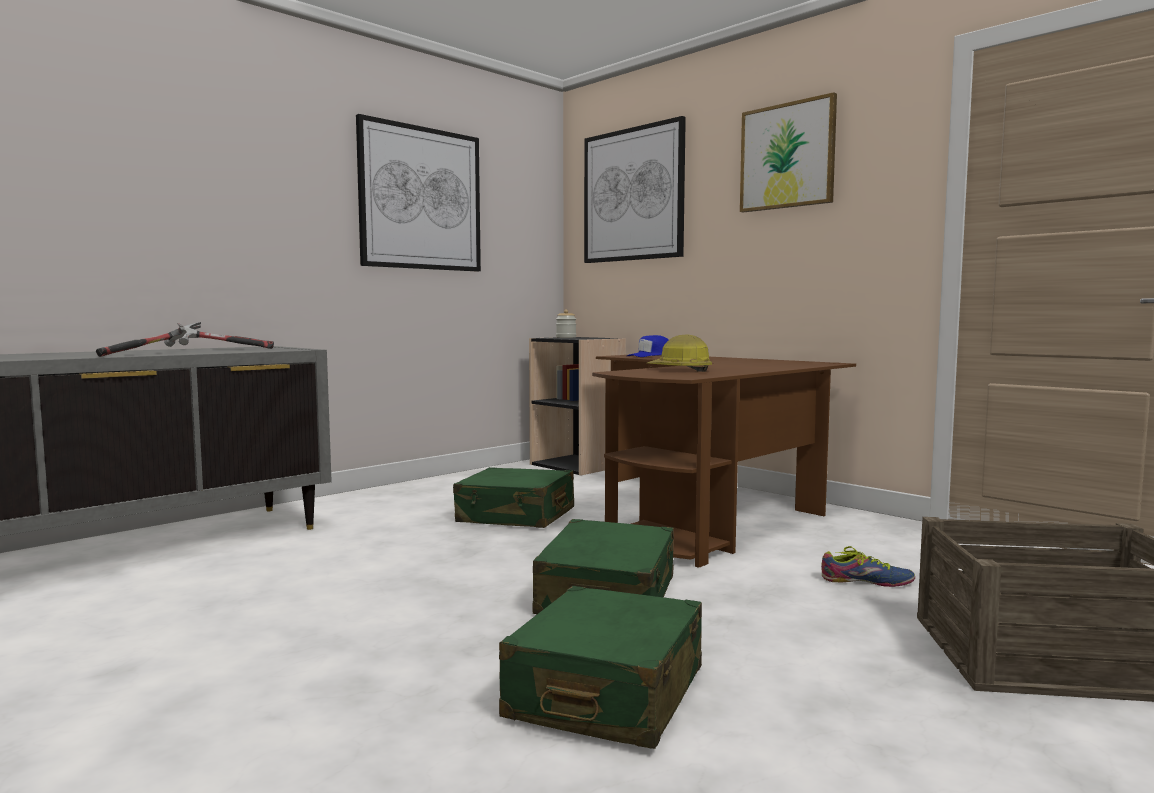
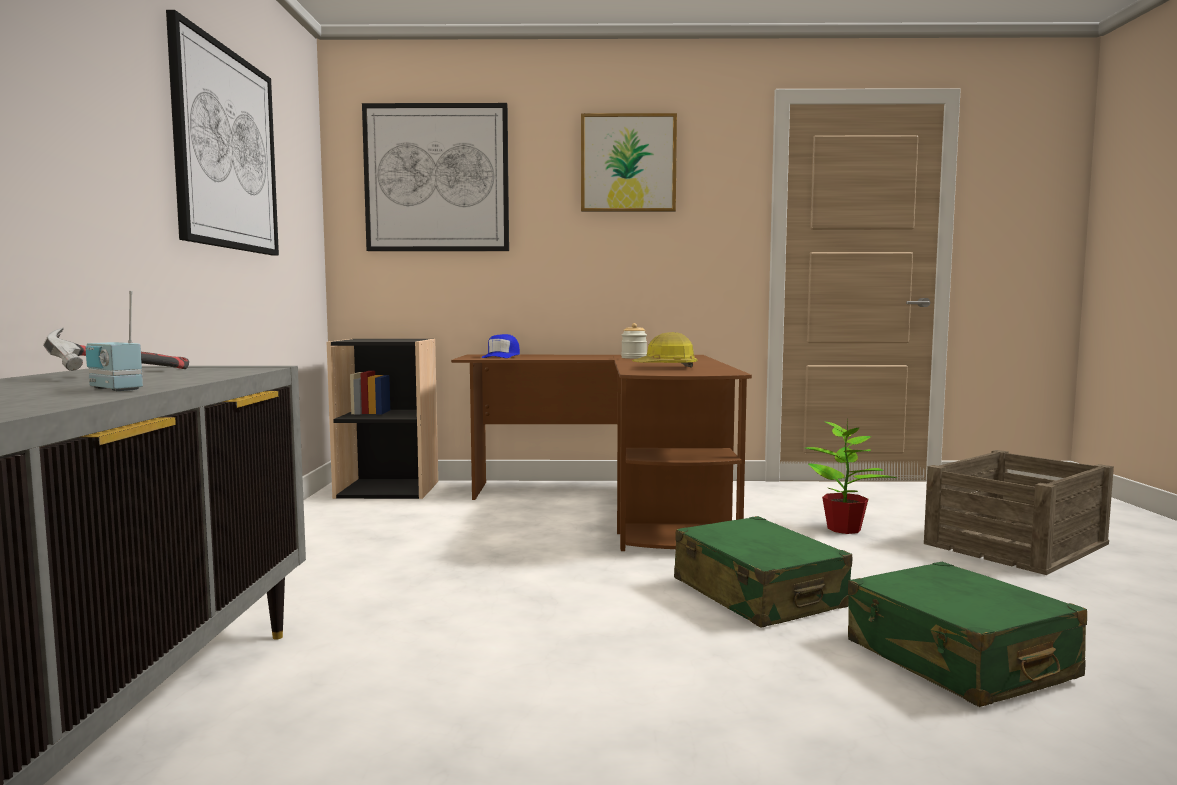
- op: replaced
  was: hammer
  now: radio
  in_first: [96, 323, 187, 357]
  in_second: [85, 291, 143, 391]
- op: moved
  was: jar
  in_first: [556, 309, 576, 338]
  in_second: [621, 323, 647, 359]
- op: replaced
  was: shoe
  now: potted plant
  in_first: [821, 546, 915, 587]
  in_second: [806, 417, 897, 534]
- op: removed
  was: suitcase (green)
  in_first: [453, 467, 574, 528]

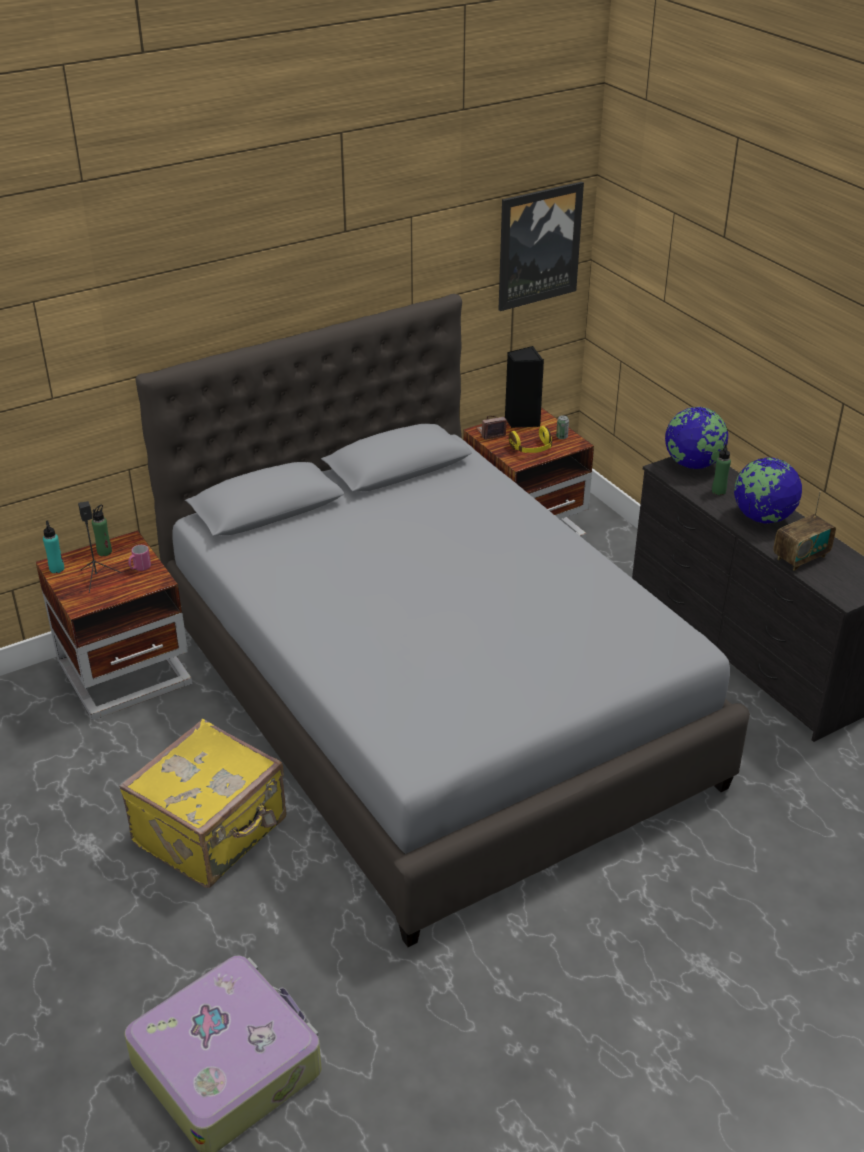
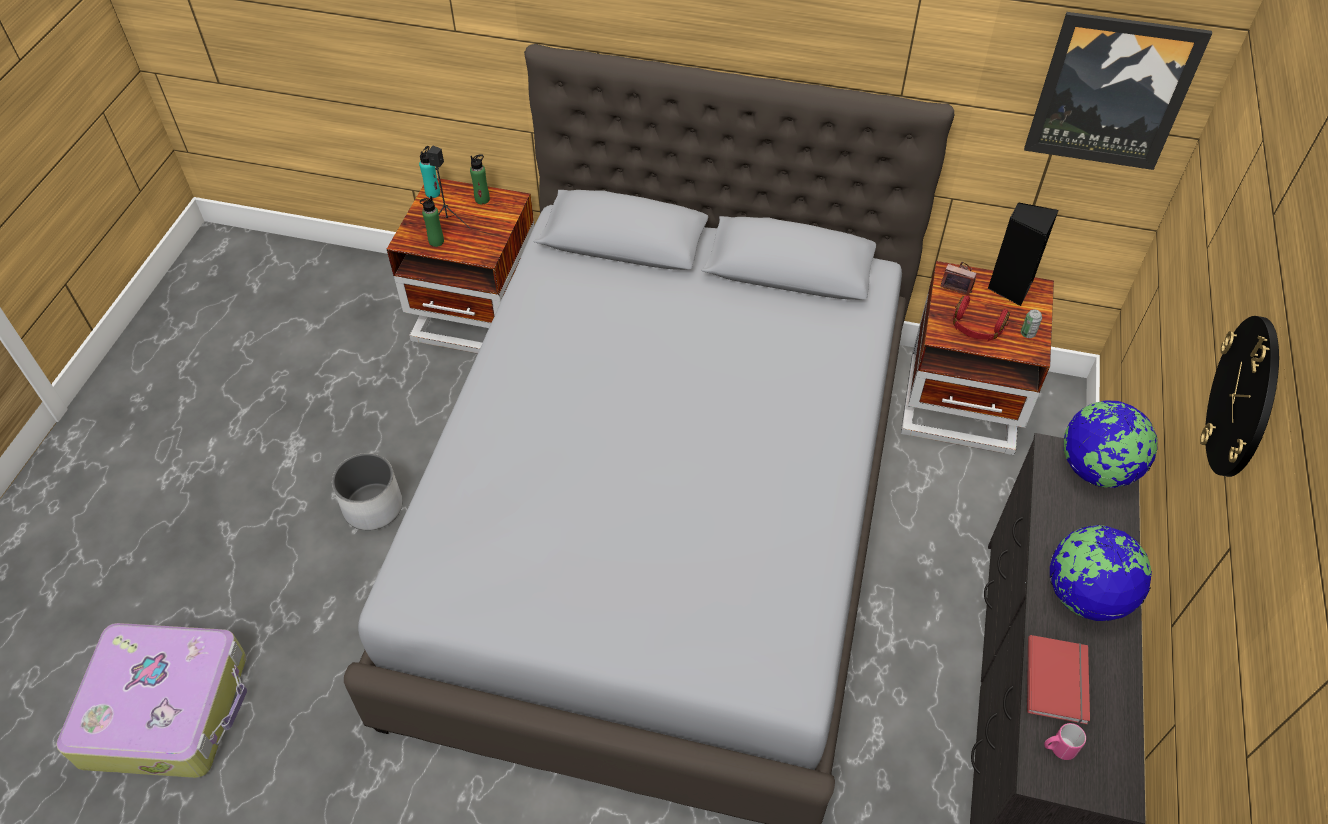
- op: replaced
  was: suitcase (yellow)
  now: planter (white)
  in_first: [119, 719, 287, 888]
  in_second: [332, 453, 402, 530]
- op: moved
  was: bottle (green)
  in_first: [712, 444, 731, 495]
  in_second: [420, 196, 444, 247]
- op: recoloured
  was: headphones (yellow)
  now: headphones (red)
  in_first: [509, 426, 552, 453]
  in_second: [953, 295, 1010, 341]
- op: replaced
  was: radio
  now: book (red)
  in_first: [773, 492, 836, 571]
  in_second: [1027, 635, 1090, 725]
- op: moved
  was: mug (pink)
  in_first: [128, 545, 151, 571]
  in_second: [1044, 723, 1086, 760]
- op: added
  now: wall clock
  in_second: [1200, 316, 1279, 477]

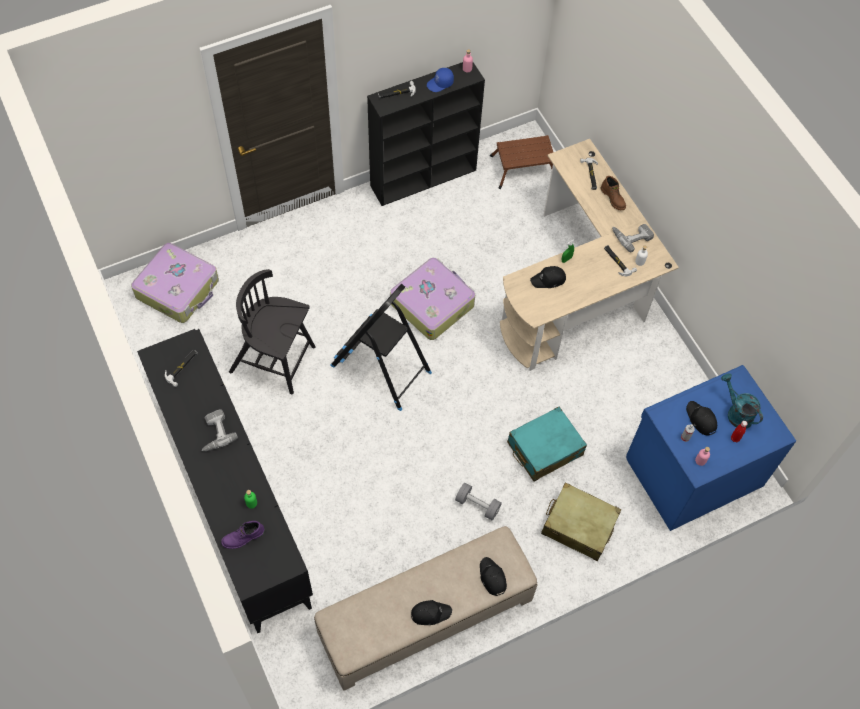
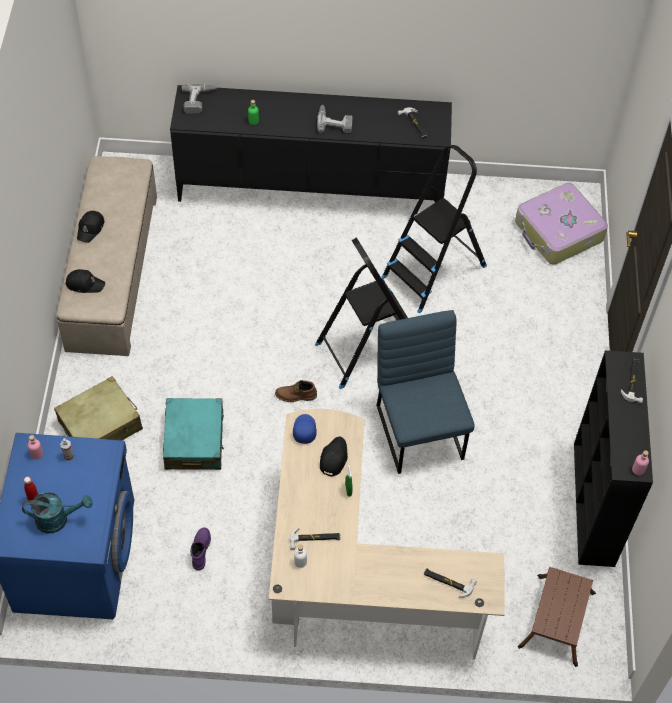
- op: moved
  was: power drill
  in_first: [612, 224, 654, 253]
  in_second: [182, 84, 217, 113]
- op: moved
  was: boot (purple)
  in_first: [221, 521, 265, 549]
  in_second: [190, 528, 211, 571]
- op: moved
  was: boot (brown)
  in_first: [600, 176, 626, 211]
  in_second: [275, 380, 317, 402]
- op: moved
  was: cap (blue)
  in_first: [427, 68, 454, 92]
  in_second: [293, 414, 317, 444]
- op: replaced
  was: suitcase
  now: chair (blue)
  in_first: [390, 258, 475, 340]
  in_second: [376, 310, 475, 474]
- op: replaced
  was: chair (black)
  now: step ladder (black)
  in_first: [229, 269, 316, 394]
  in_second: [381, 145, 487, 313]
- op: removed
  was: dumbbell (grey)
  in_first: [455, 483, 502, 520]
- op: removed
  was: cap (black)
  in_first: [686, 401, 717, 436]

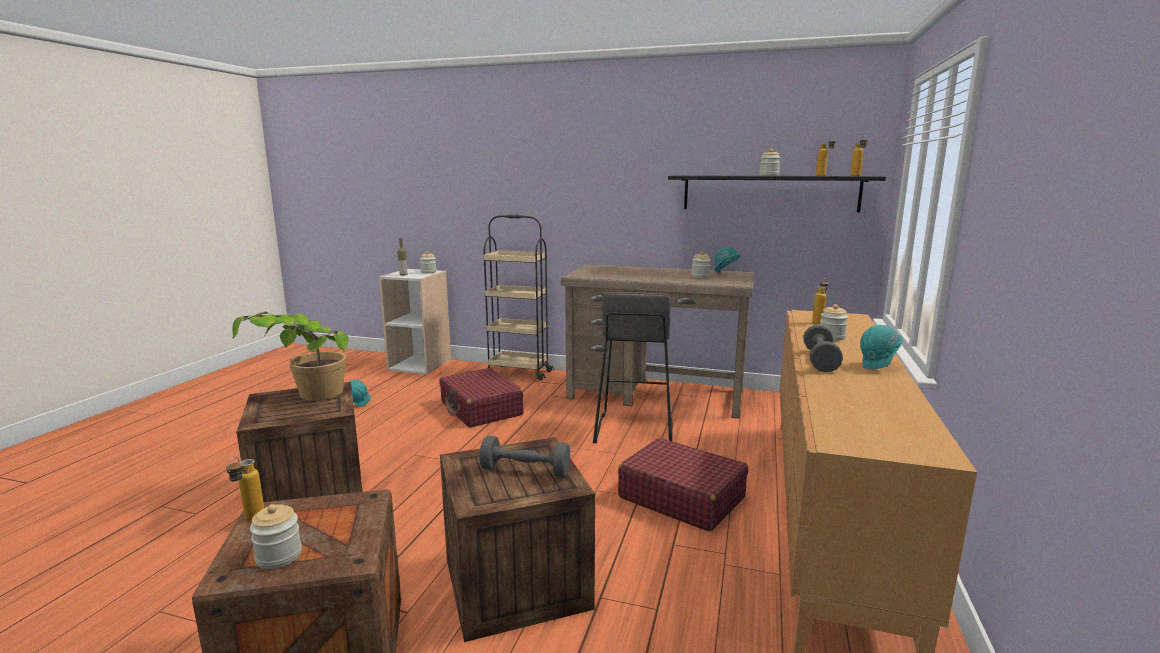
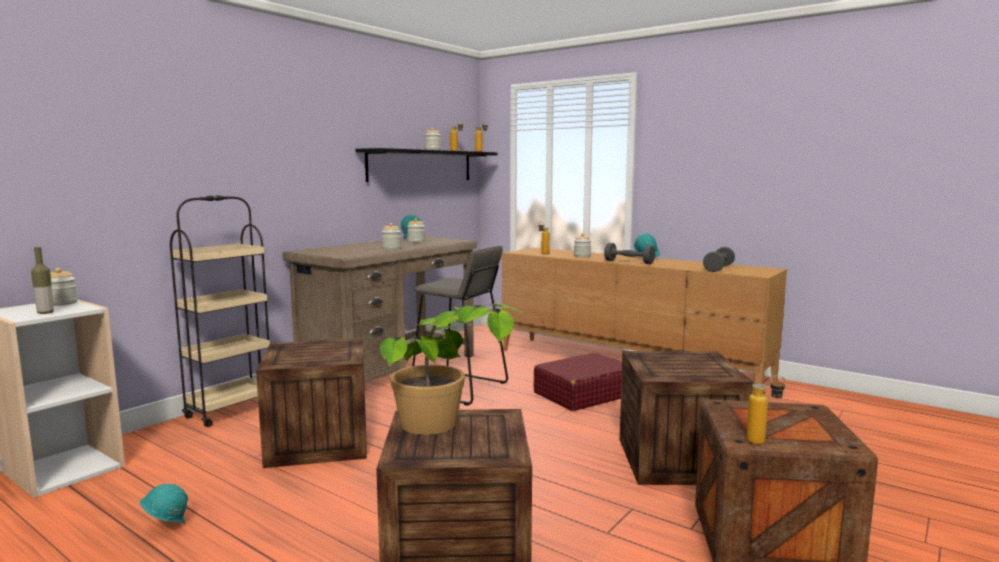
- op: replaced
  was: suitcase (red)
  now: crate
  in_first: [439, 368, 524, 428]
  in_second: [256, 338, 367, 468]
- op: moved
  was: jar
  in_first: [250, 504, 302, 569]
  in_second: [381, 223, 401, 250]
- op: moved
  was: dumbbell (grey)
  in_first: [479, 436, 570, 477]
  in_second: [703, 247, 735, 272]

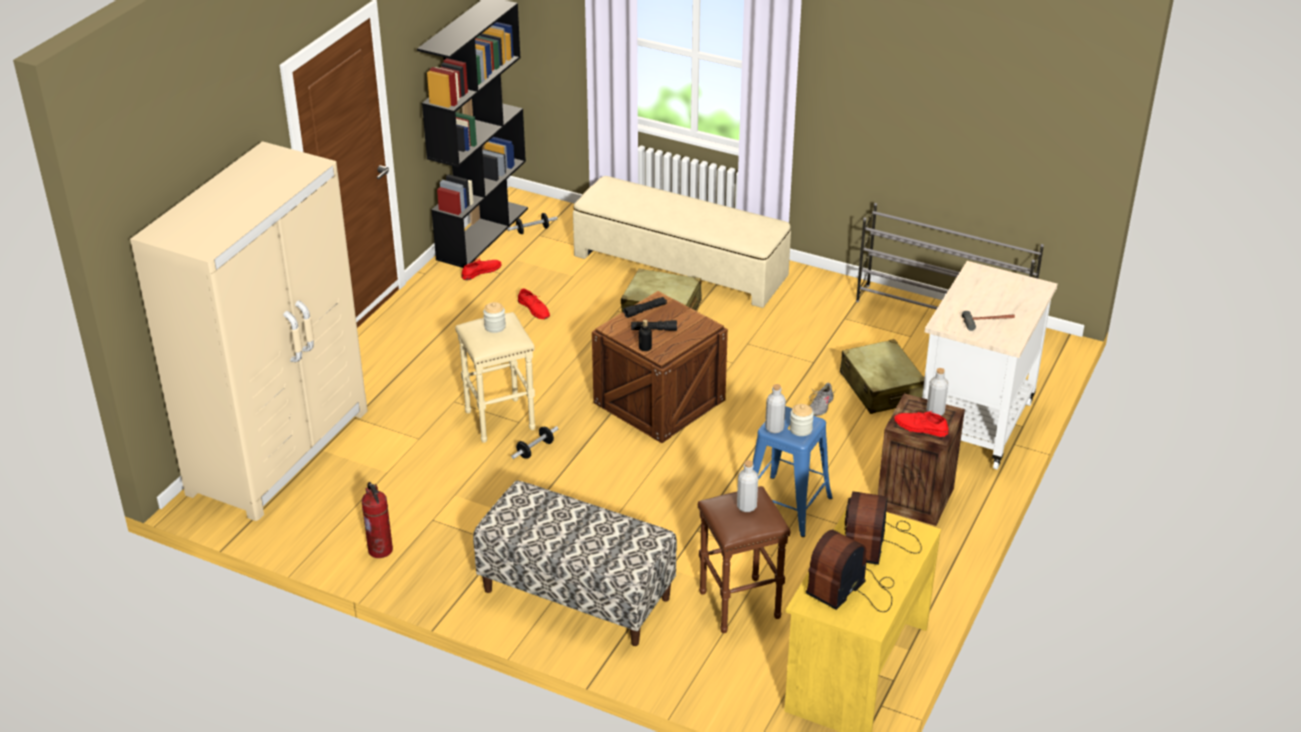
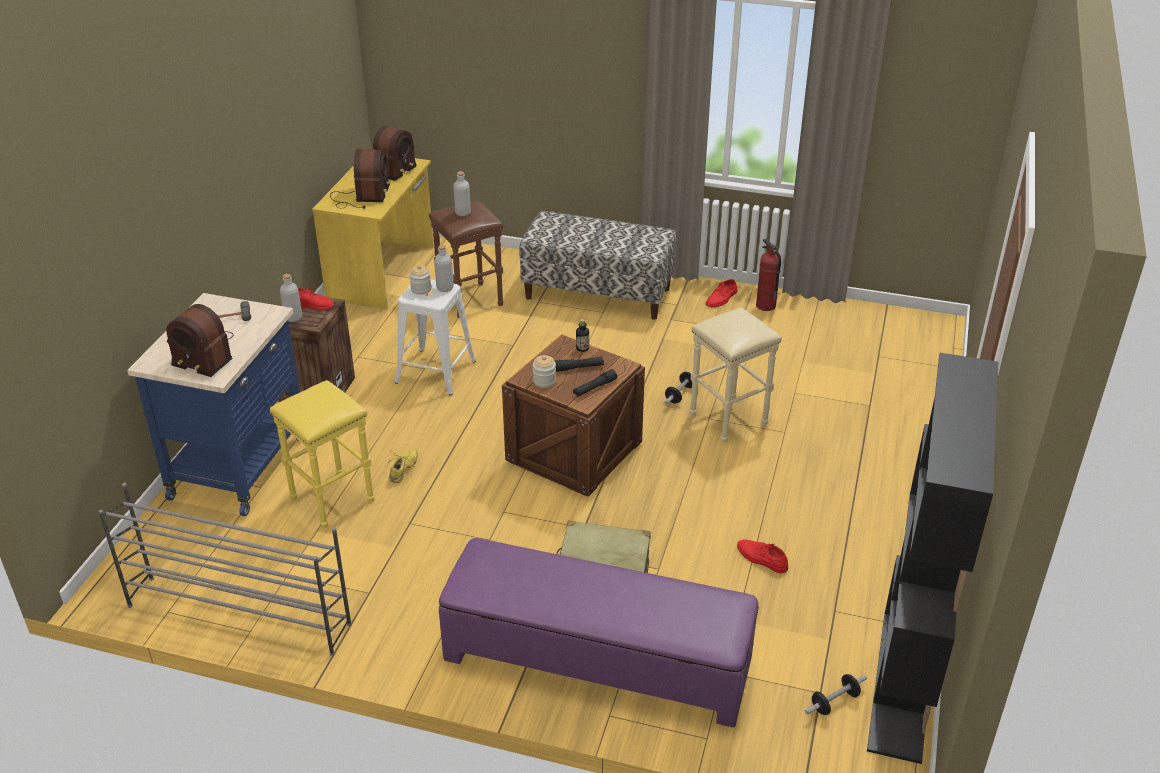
- op: recoloured
  was: cart (white)
  now: cart (blue)
  in_first: [922, 261, 1058, 470]
  in_second: [127, 293, 300, 516]
- op: added
  now: radio
  in_second: [166, 304, 234, 377]
- op: replaced
  was: suitcase (beige)
  now: stool (yellow)
  in_first: [840, 339, 925, 414]
  in_second: [270, 380, 374, 528]
- op: recoloured
  was: shoe (grey)
  now: shoe (yellow)
  in_first: [809, 383, 835, 416]
  in_second: [385, 449, 418, 483]
- op: recoloured
  was: stool (blue)
  now: stool (white)
  in_first: [753, 406, 832, 537]
  in_second: [395, 279, 476, 396]
- op: recoloured
  was: bench (beige)
  now: bench (purple)
  in_first: [573, 176, 791, 308]
  in_second: [439, 538, 759, 727]
- op: moved
  was: jar
  in_first: [483, 302, 506, 333]
  in_second: [533, 355, 556, 388]
- op: moved
  was: shoe (red)
  in_first: [461, 258, 502, 280]
  in_second: [705, 279, 737, 307]
- op: removed
  was: cabinet (beige)
  in_first: [130, 141, 368, 521]

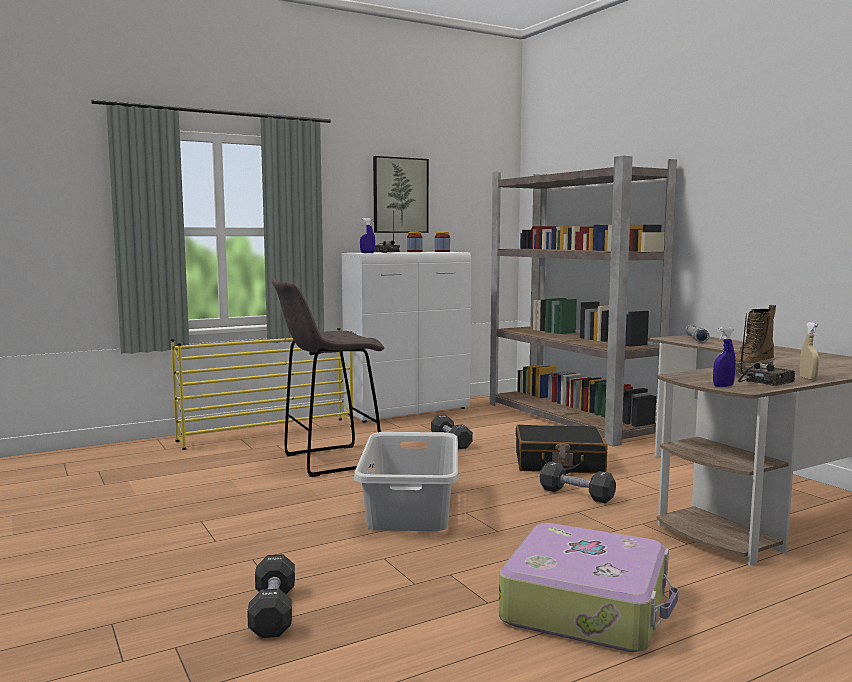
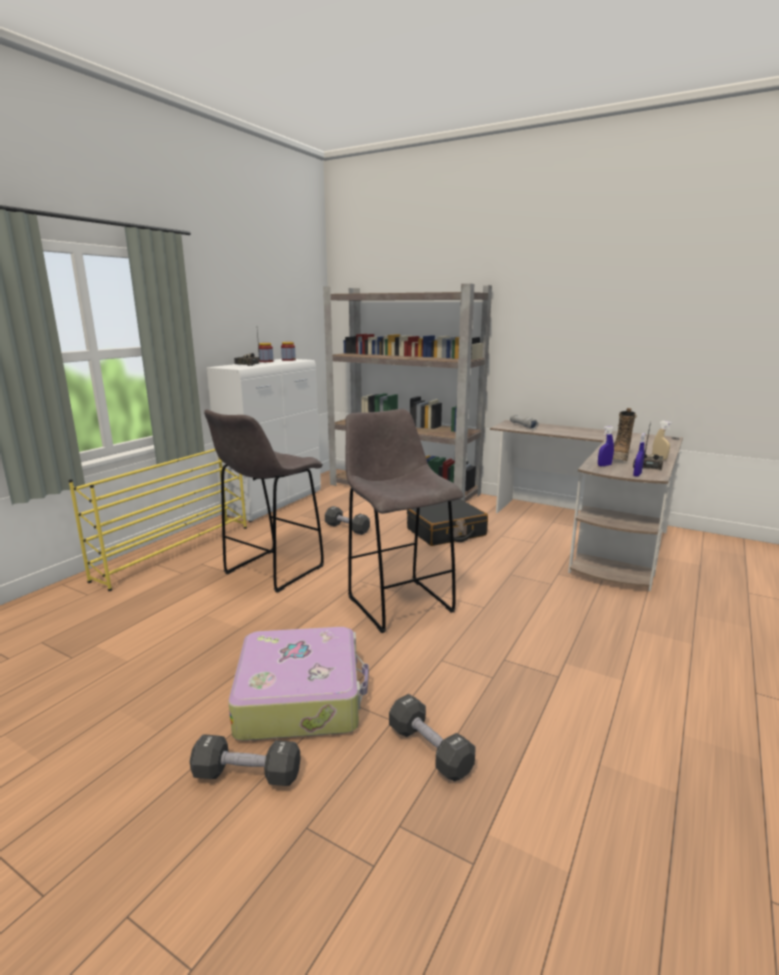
- op: moved
  was: dumbbell (black)
  in_first: [540, 461, 616, 503]
  in_second: [190, 734, 301, 786]
- op: moved
  was: suitcase
  in_first: [499, 523, 678, 652]
  in_second: [228, 627, 369, 741]
- op: replaced
  was: laundry basket (grey)
  now: stool (grey)
  in_first: [354, 432, 459, 531]
  in_second: [345, 409, 463, 633]
- op: moved
  was: spray bottle (blue)
  in_first: [360, 218, 375, 253]
  in_second: [598, 426, 614, 466]
- op: removed
  was: picture
  in_first: [373, 156, 429, 233]

